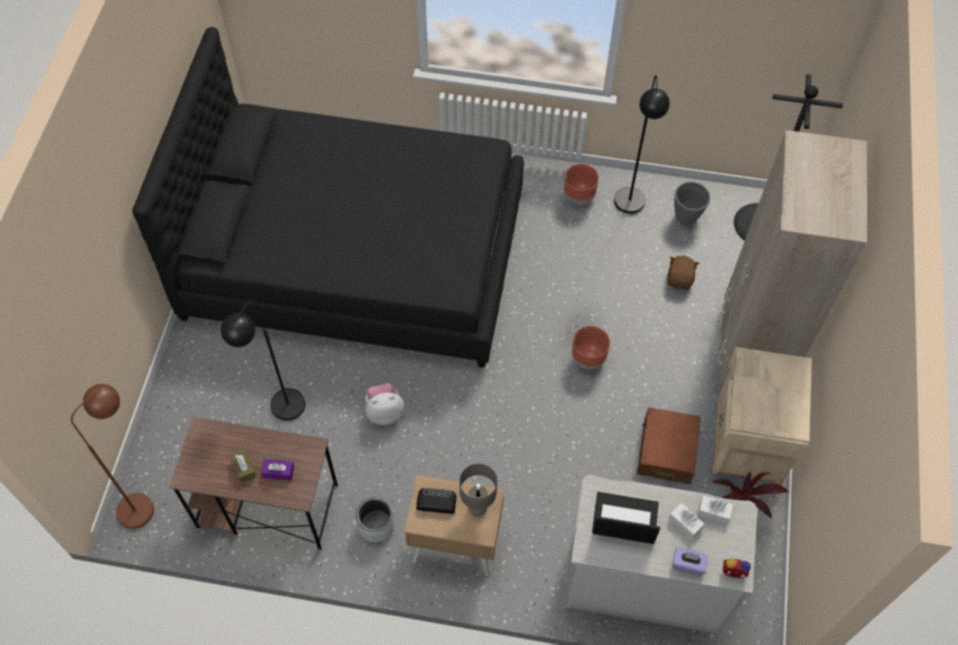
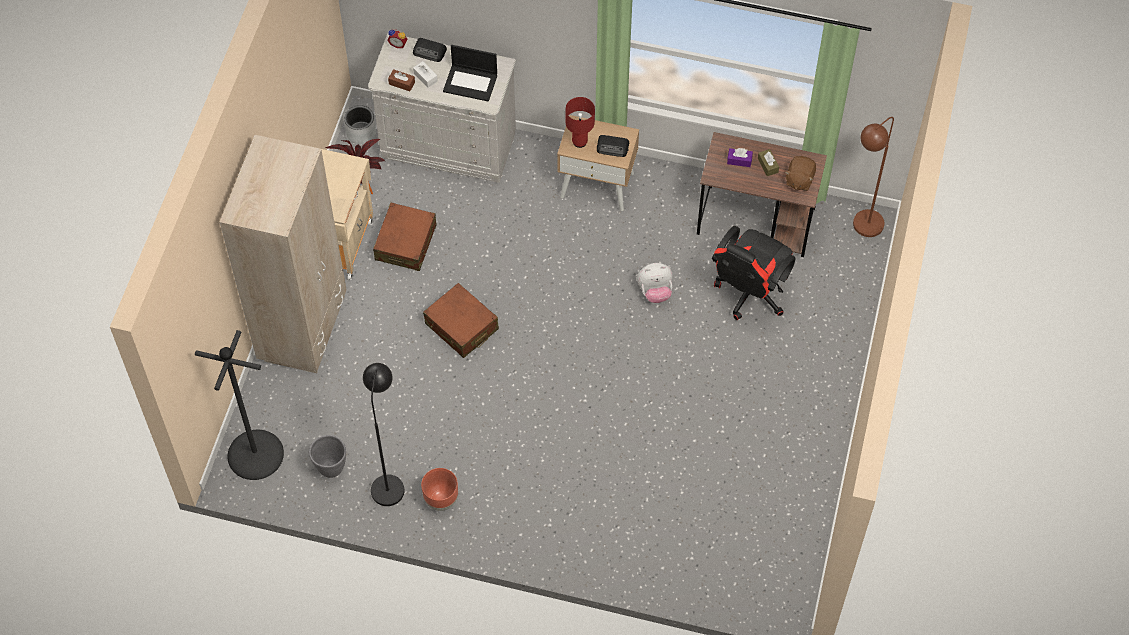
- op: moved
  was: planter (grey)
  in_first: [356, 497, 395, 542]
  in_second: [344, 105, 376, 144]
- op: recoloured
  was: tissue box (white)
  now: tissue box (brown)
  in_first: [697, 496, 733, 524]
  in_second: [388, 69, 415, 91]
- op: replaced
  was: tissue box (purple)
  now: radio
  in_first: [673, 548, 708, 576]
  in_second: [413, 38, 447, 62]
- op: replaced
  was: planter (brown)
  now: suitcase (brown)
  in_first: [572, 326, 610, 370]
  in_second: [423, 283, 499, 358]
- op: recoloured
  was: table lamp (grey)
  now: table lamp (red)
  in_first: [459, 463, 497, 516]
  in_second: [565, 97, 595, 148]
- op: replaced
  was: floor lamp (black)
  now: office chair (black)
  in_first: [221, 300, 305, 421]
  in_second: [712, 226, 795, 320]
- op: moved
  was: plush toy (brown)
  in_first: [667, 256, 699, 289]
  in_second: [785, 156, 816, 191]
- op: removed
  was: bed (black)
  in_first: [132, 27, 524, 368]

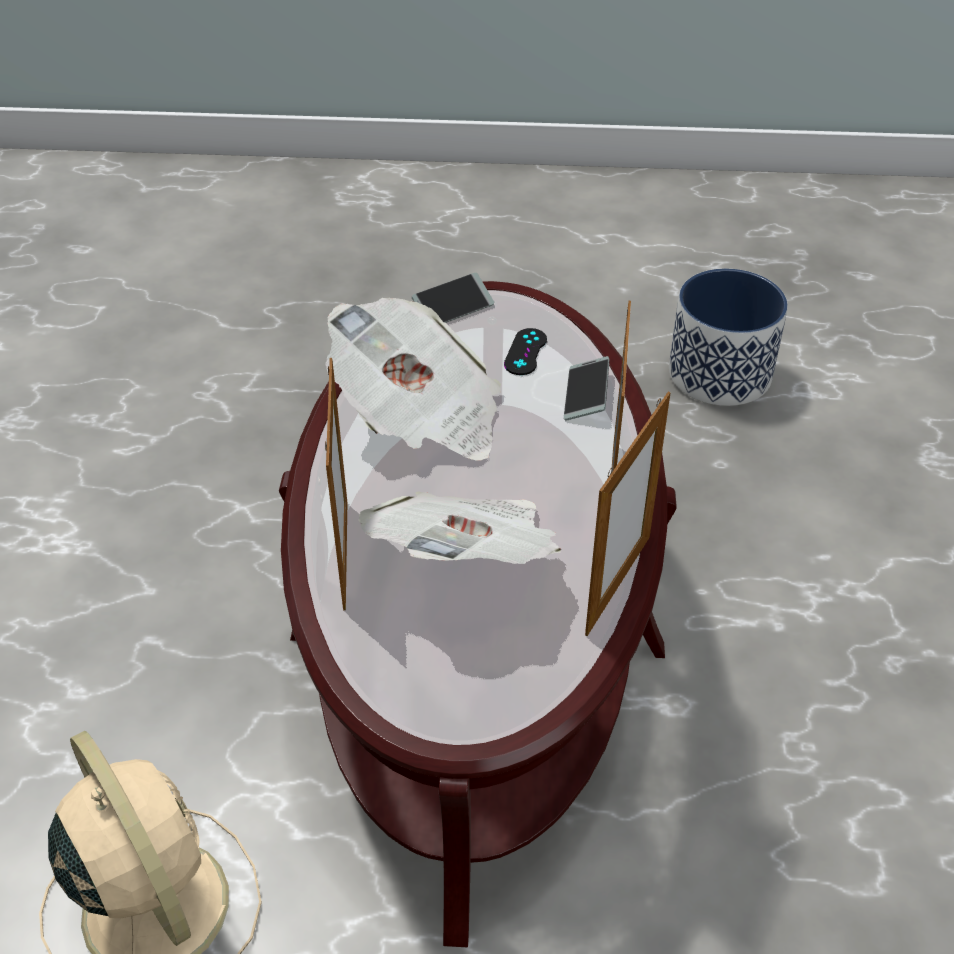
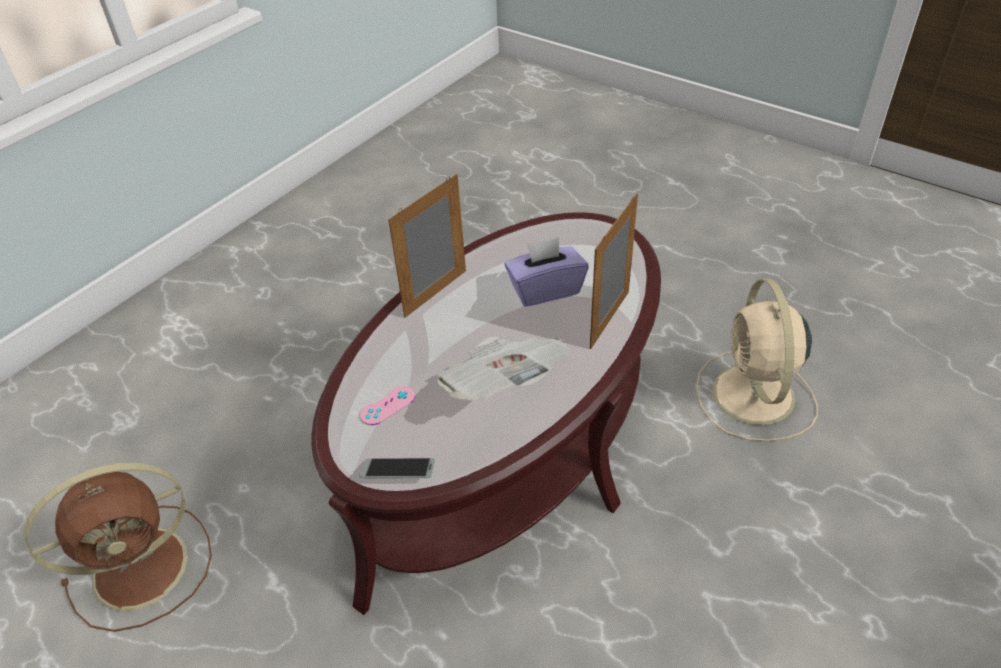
- op: replaced
  was: planter
  now: fan (brown)
  in_first: [669, 269, 788, 406]
  in_second: [25, 463, 212, 632]
- op: recoloured
  was: game controller (black)
  now: game controller (pink)
  in_first: [504, 328, 547, 375]
  in_second: [360, 386, 415, 425]
- op: replaced
  was: newspaper
  now: tissue box (purple)
  in_first: [359, 491, 561, 564]
  in_second: [504, 237, 589, 307]
- op: removed
  was: phone
  in_first: [564, 356, 610, 421]
- op: removed
  was: picture frame
  in_first: [585, 392, 671, 636]

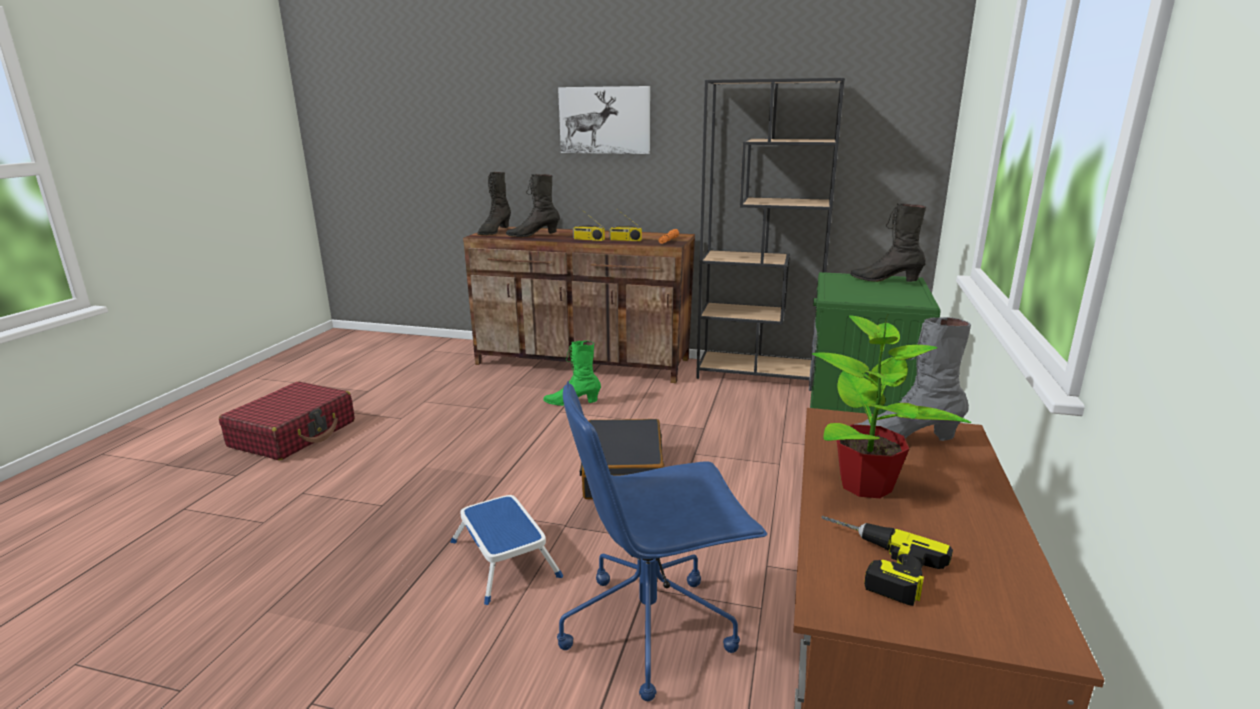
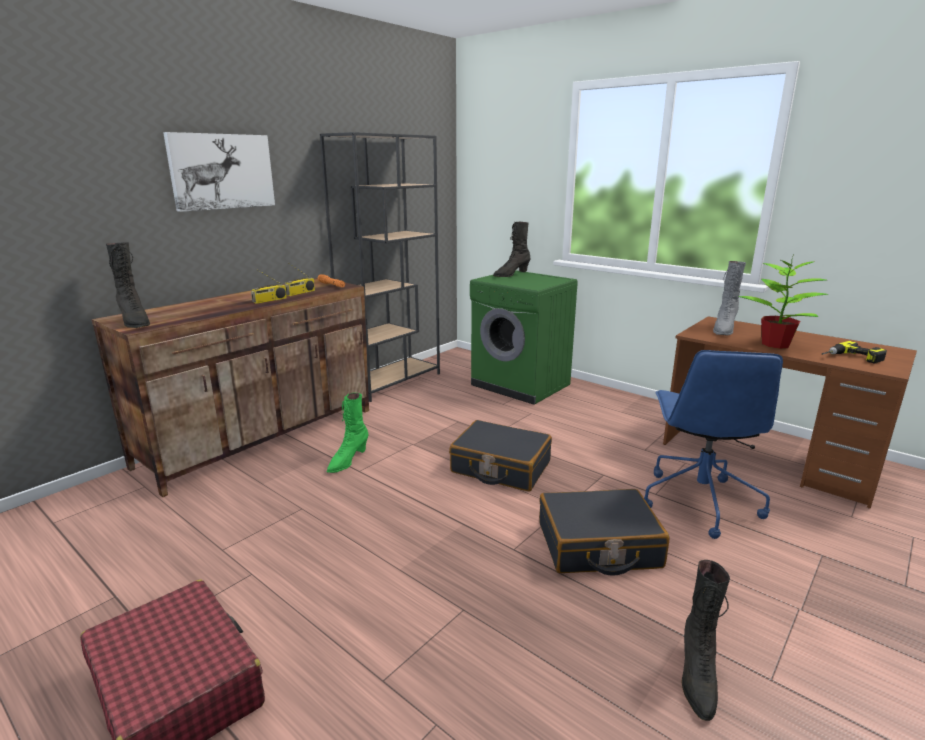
- op: replaced
  was: step ladder (blue)
  now: suitcase (black)
  in_first: [450, 495, 563, 605]
  in_second: [539, 489, 670, 575]
- op: moved
  was: boot (black)
  in_first: [506, 174, 560, 237]
  in_second: [682, 560, 730, 721]

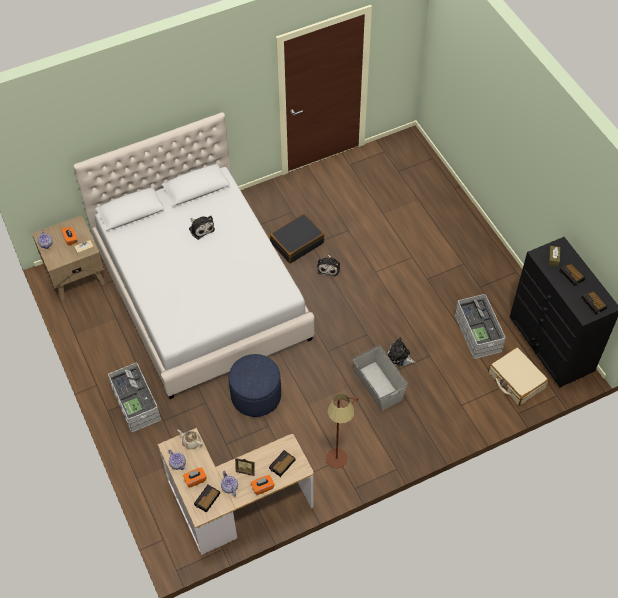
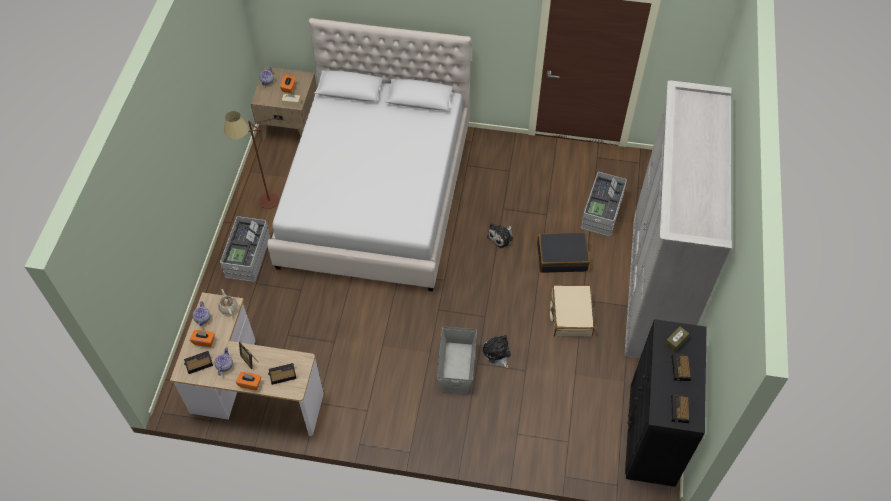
- op: moved
  was: floor lamp (brown)
  in_first: [326, 394, 359, 468]
  in_second: [224, 111, 279, 209]
- op: moved
  was: suitcase (black)
  in_first: [270, 214, 324, 264]
  in_second: [537, 232, 590, 273]
- op: moved
  was: suitcase (beige)
  in_first: [489, 347, 549, 406]
  in_second: [550, 285, 595, 337]
- op: moved
  was: storage box (grey)
  in_first: [455, 294, 506, 359]
  in_second: [581, 172, 627, 236]
- op: added
  now: wardrobe (white)
  in_second: [624, 80, 732, 358]
- op: removed
  was: plush toy
  in_first: [189, 216, 215, 240]
- op: removed
  was: ottoman (blue)
  in_first: [229, 354, 281, 417]

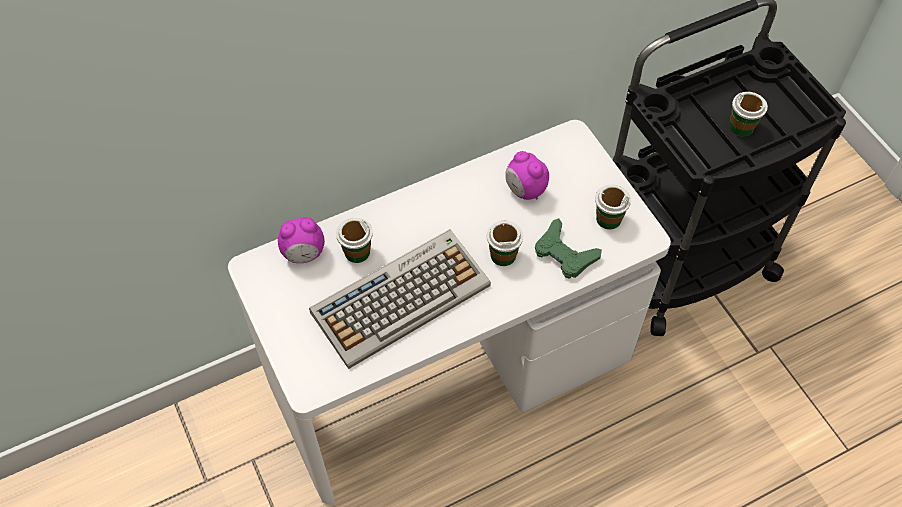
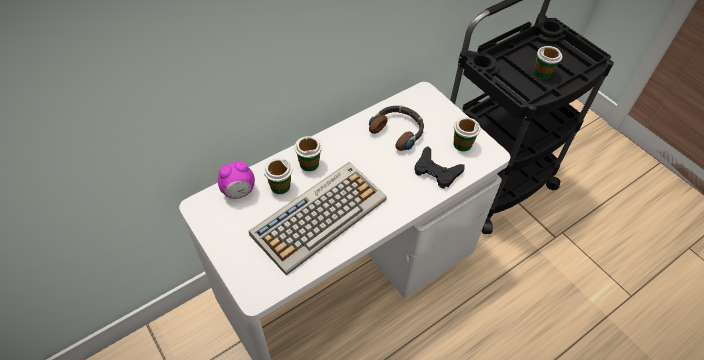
- op: moved
  was: cup
  in_first: [487, 221, 523, 266]
  in_second: [295, 136, 322, 171]
- op: replaced
  was: alarm clock
  now: headphones
  in_first: [505, 151, 549, 200]
  in_second: [369, 105, 424, 151]
- op: recoloured
  was: game controller (green)
  now: game controller (black)
  in_first: [535, 218, 602, 279]
  in_second: [414, 146, 464, 188]

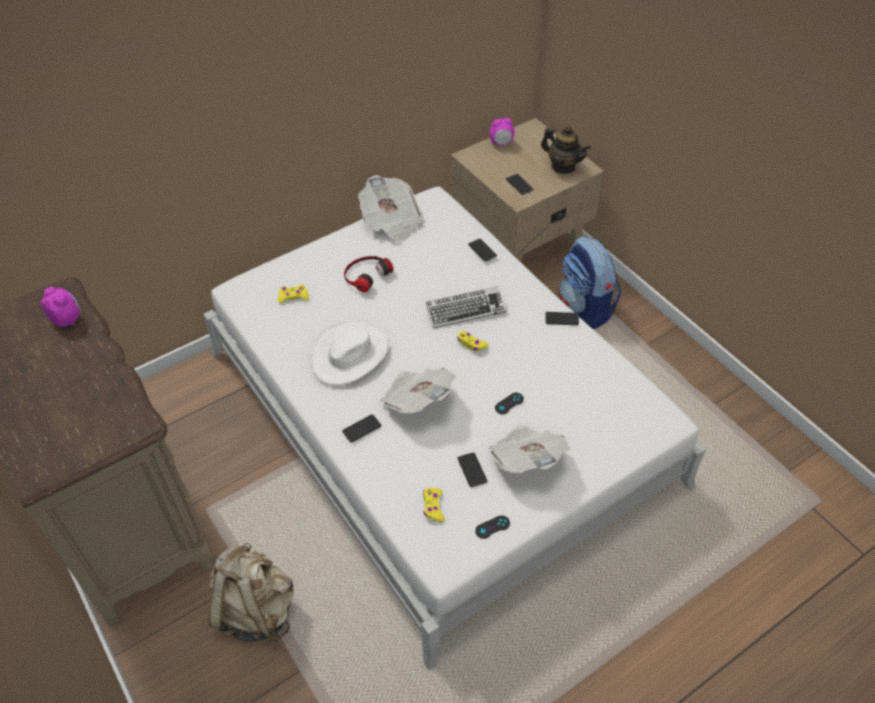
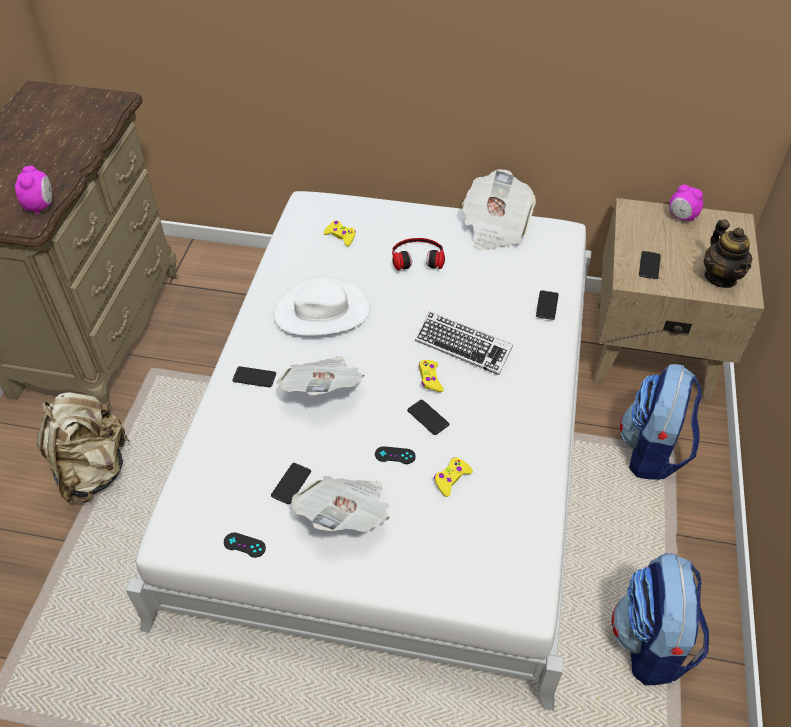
- op: moved
  was: alarm clock
  in_first: [41, 287, 80, 326]
  in_second: [15, 166, 53, 215]
- op: moved
  was: phone
  in_first: [545, 312, 579, 325]
  in_second: [407, 400, 449, 435]
- op: moved
  was: game controller (yellow)
  in_first: [423, 488, 445, 522]
  in_second: [434, 457, 473, 497]
- op: added
  now: backpack
  in_second: [612, 553, 709, 685]

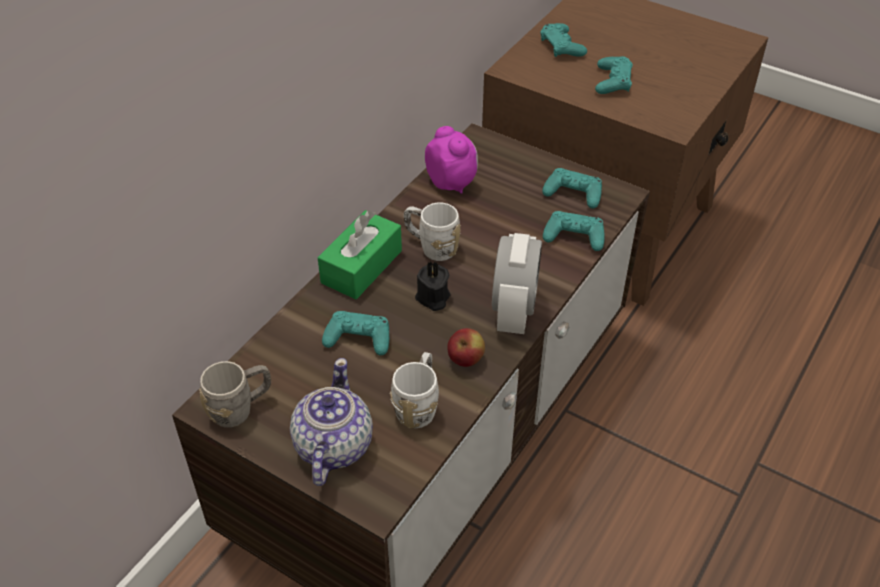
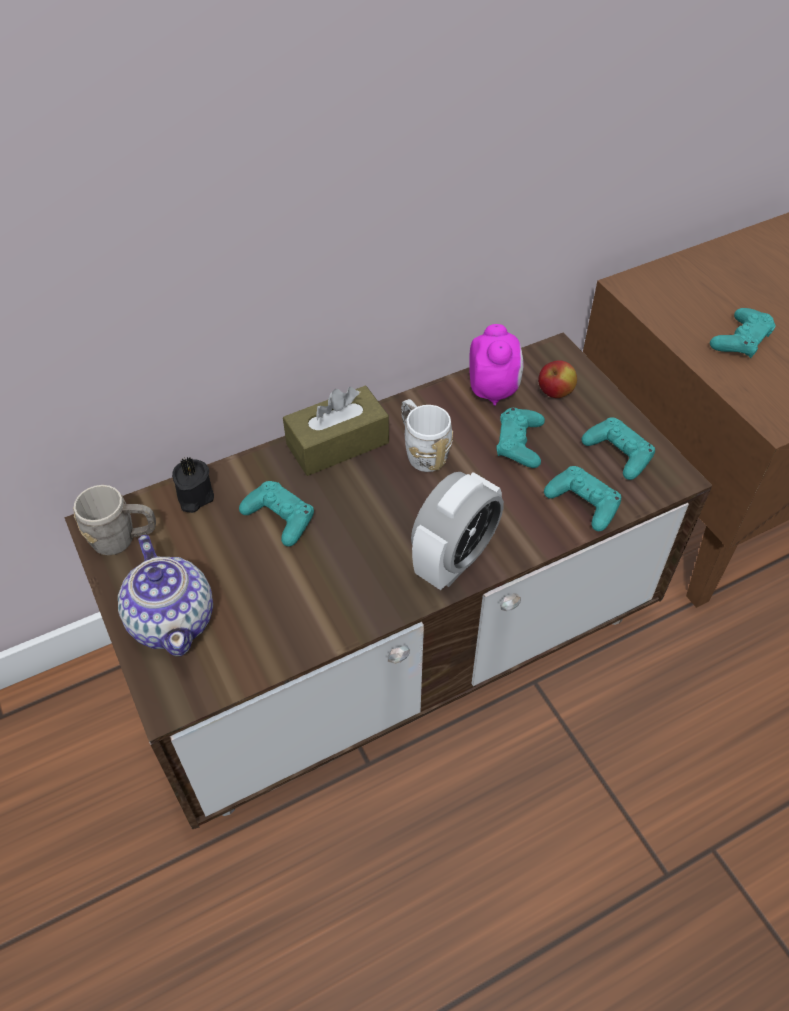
- op: turned
  was: teapot
  in_first: [290, 358, 373, 486]
  in_second: [118, 535, 213, 656]
  clockwise: 120
- op: moved
  was: candle (black)
  in_first: [415, 261, 451, 311]
  in_second: [172, 457, 214, 513]
- op: recoloured
  was: tissue box (green)
  now: tissue box (brown)
  in_first: [318, 210, 402, 299]
  in_second: [283, 386, 389, 476]
- op: moved
  was: game controller (turquoise)
  in_first: [540, 23, 587, 57]
  in_second: [496, 408, 545, 468]
- op: moved
  was: apple
  in_first: [447, 328, 485, 367]
  in_second: [538, 360, 577, 398]
- op: removed
  was: mug (white)
  in_first: [390, 352, 439, 428]

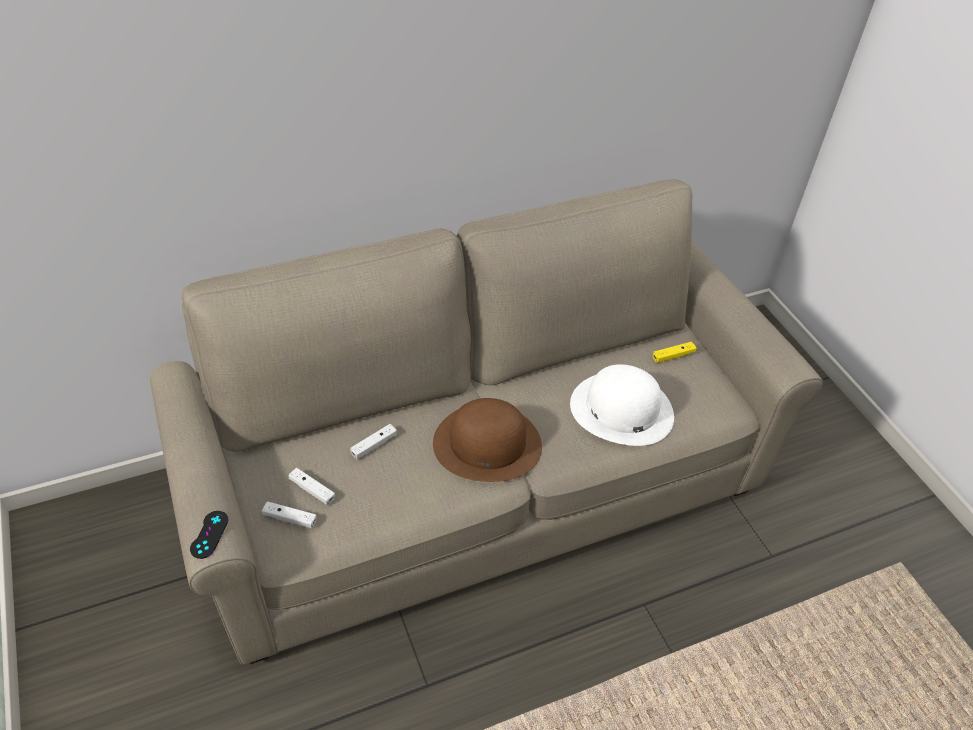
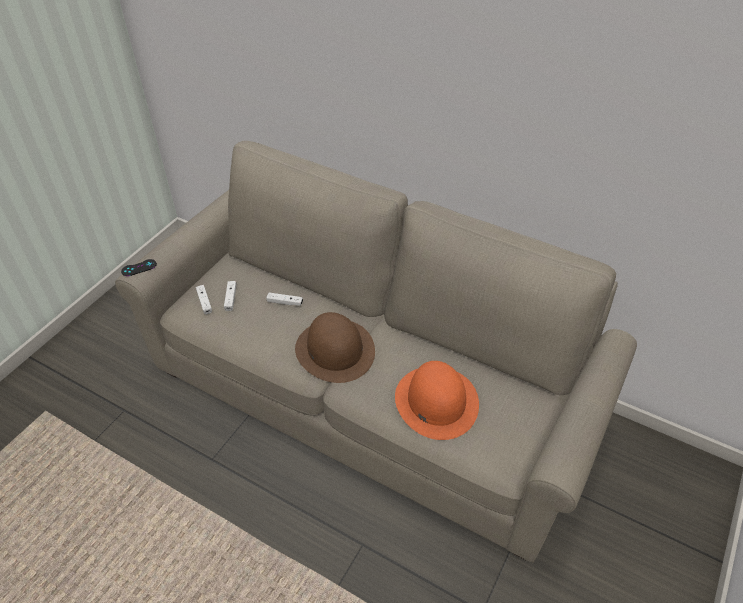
- op: recoloured
  was: hat (white)
  now: hat (orange)
  in_first: [570, 364, 674, 446]
  in_second: [395, 361, 479, 440]
- op: removed
  was: game controller (yellow)
  in_first: [653, 342, 697, 363]

